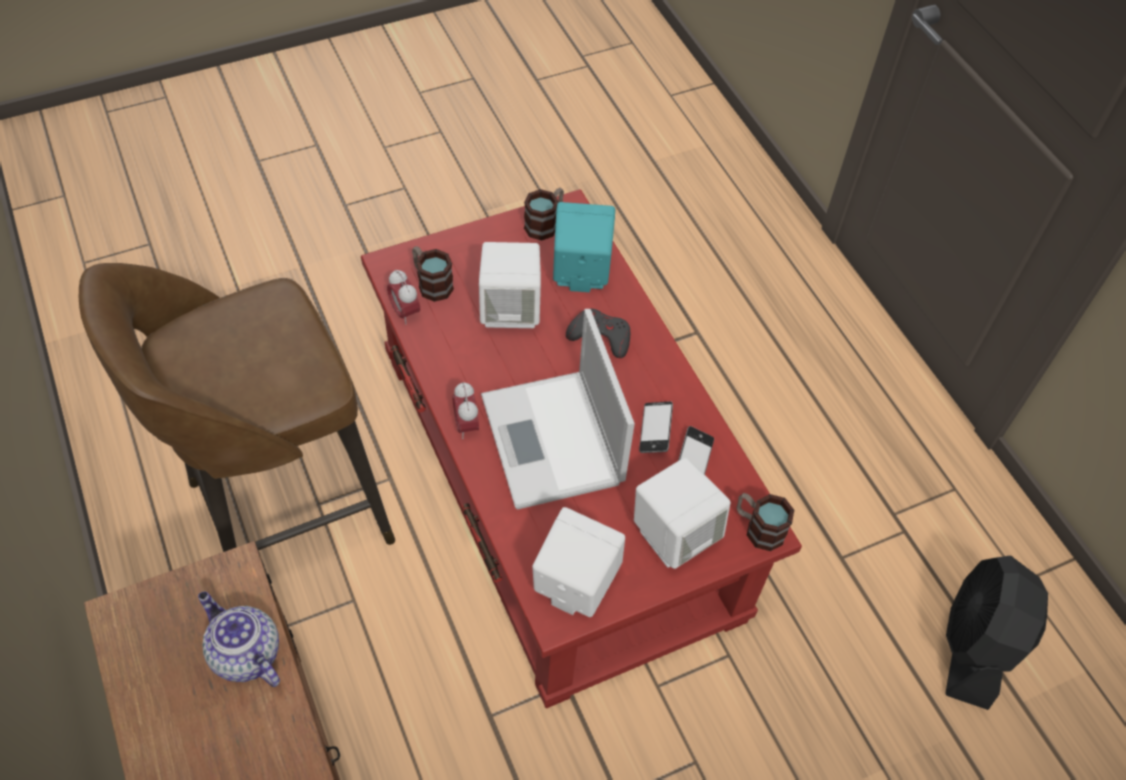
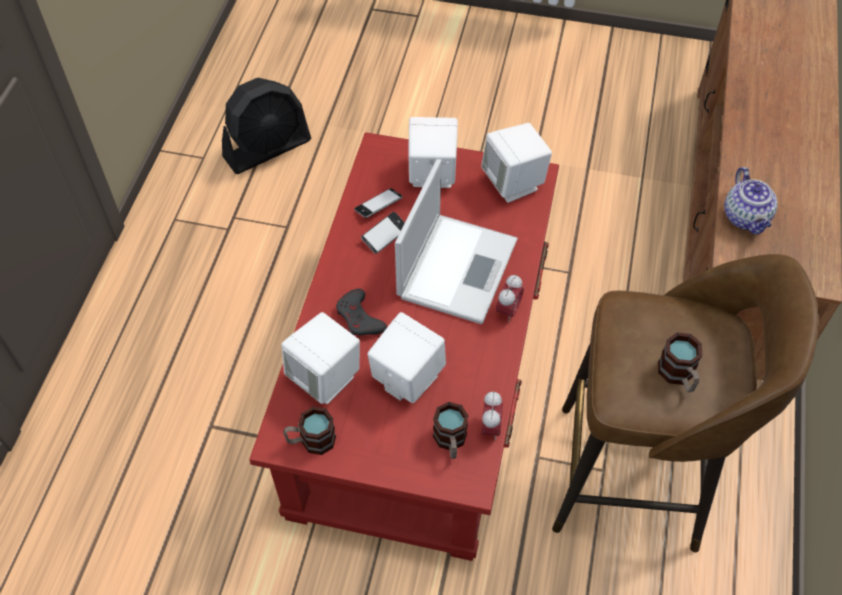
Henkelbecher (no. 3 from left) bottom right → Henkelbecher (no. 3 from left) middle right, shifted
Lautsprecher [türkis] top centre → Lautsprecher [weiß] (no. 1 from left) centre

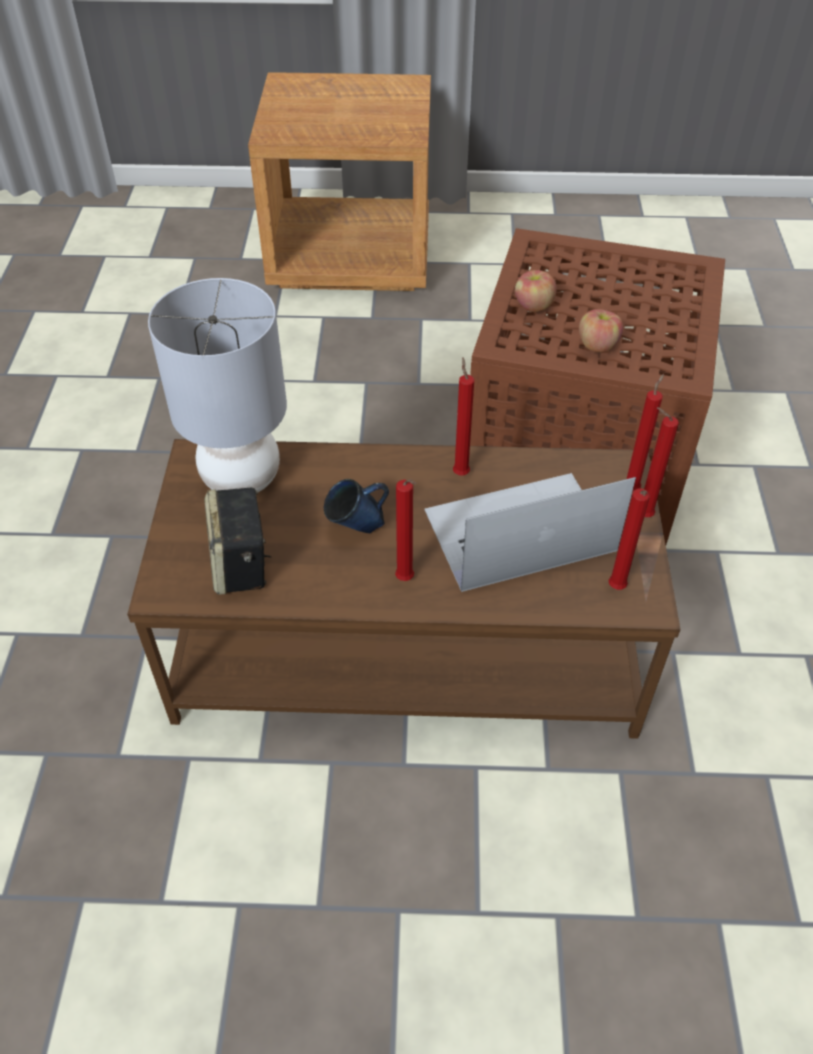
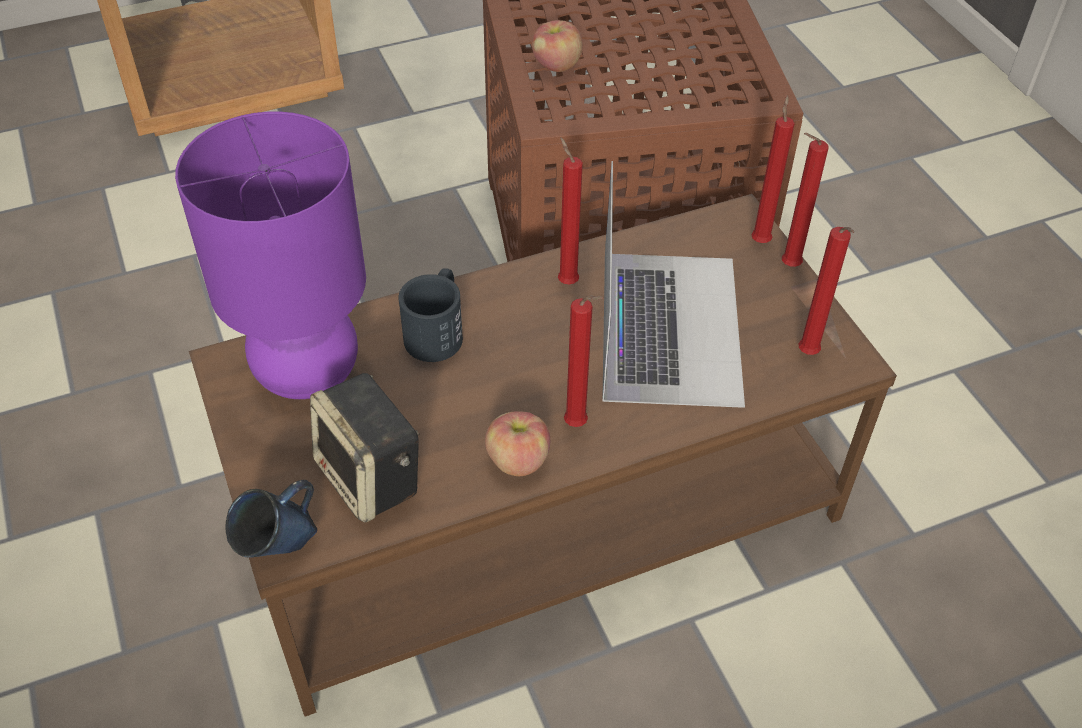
- → Henkelbecher [schwarz] centre
Henkelbecher [blau] centre → Henkelbecher [blau] bottom left, shifted
Apfel (no. 2 from left in the first image) top right → Apfel (no. 1 from left) centre, shifted
Tischlampe [grau] middle left → Tischlampe [lila] middle left
Laptop centre, 135 degrees clockwise

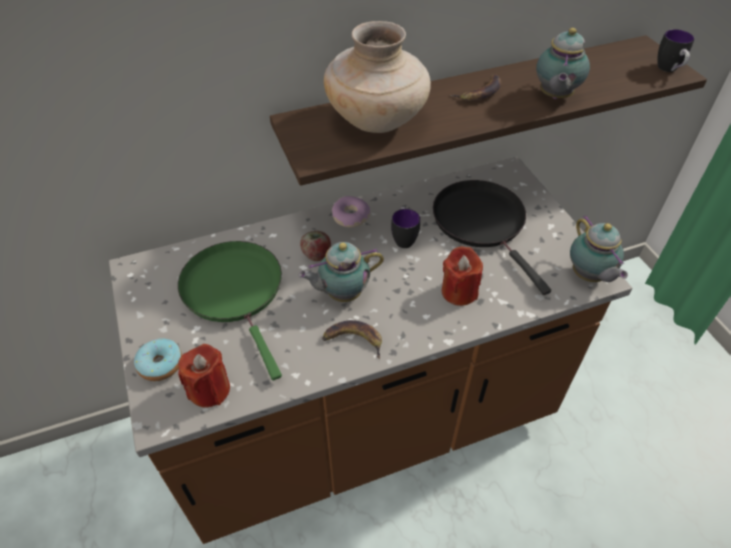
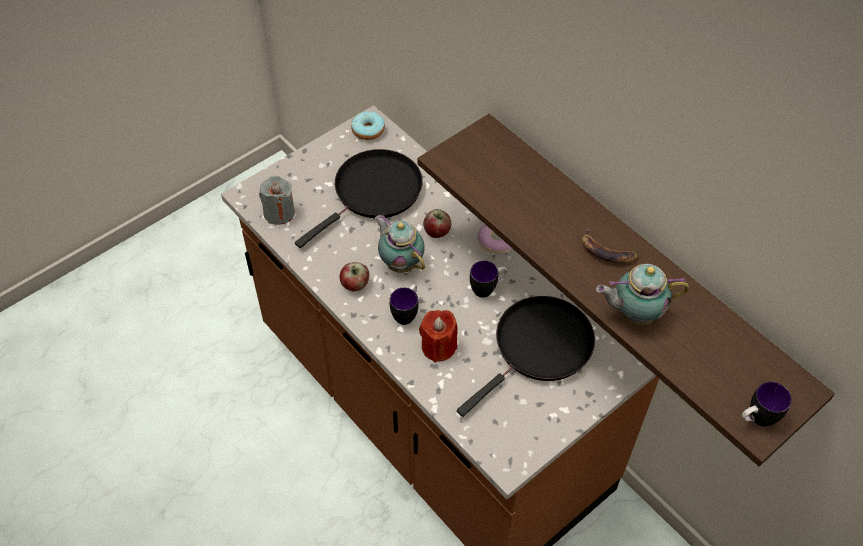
Vase [beige] top centre → -
Teekanne (no. 3 from left) middle right → -
- → Henkelbecher (no. 1 from left) centre
Donut (no. 1 from left) middle left → Donut (no. 1 from left) top centre, shifted
Banane (no. 1 from left) centre → Apfel (no. 1 from left) centre
Pfanne [grün] middle left → Pfanne [schwarz] (no. 1 from left) centre
Kerze [rot] (no. 1 from left) bottom left → Kerze [grau] middle left

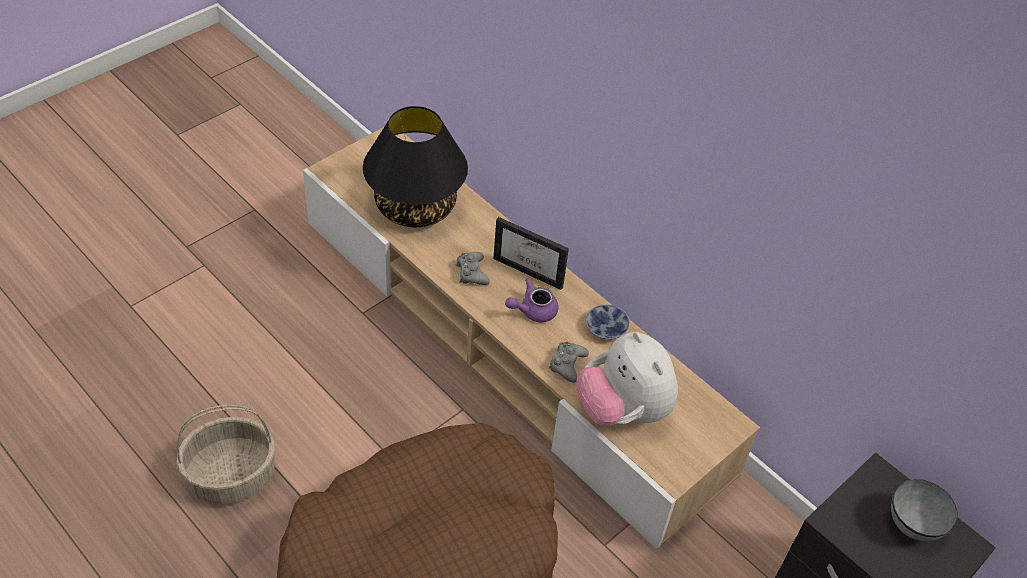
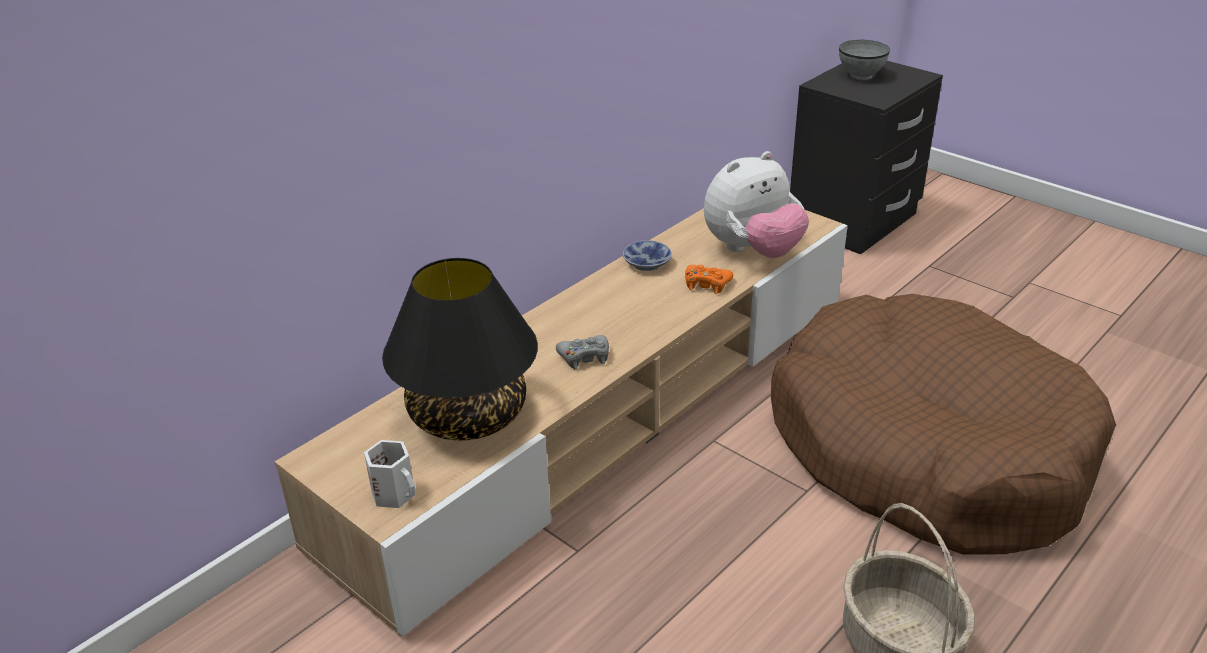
Bilderrahmen centre → -
Teekanne [lila] centre → -
- → Henkelbecher [weiß] bottom left
Gamepad [grau] (no. 2 from left) centre → Gamepad [orange] centre

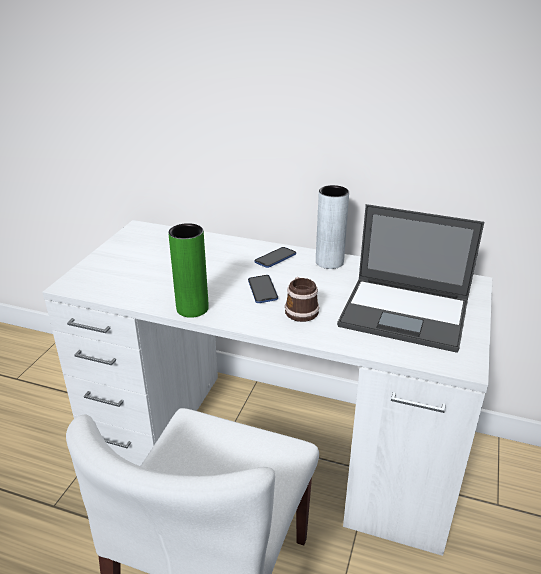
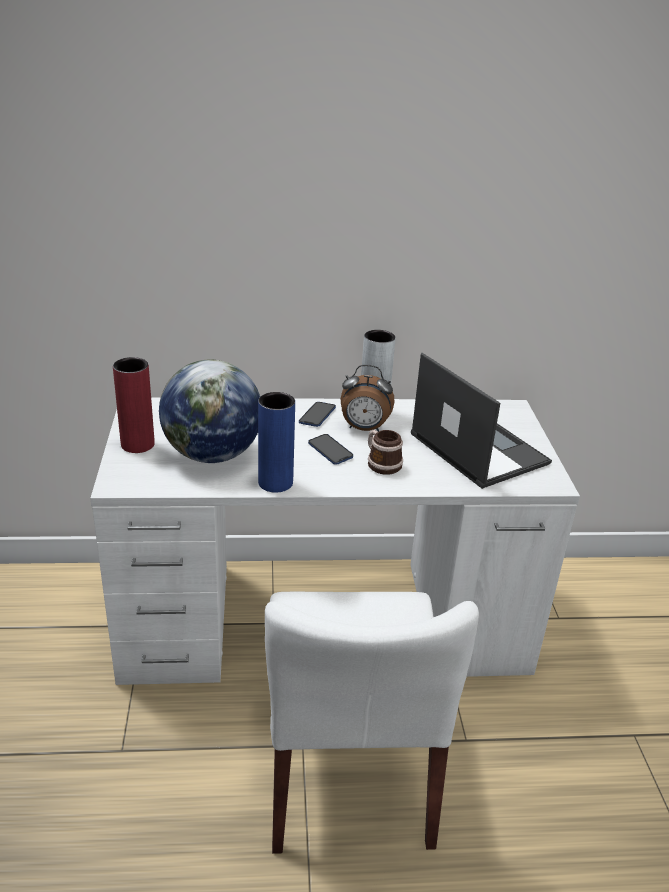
- → Vase [rot] middle left
- → Globus middle left
- → Wecker centre
Vase [grün] centre → Vase [blau] centre
Laptop middle right, 120 degrees counterclockwise

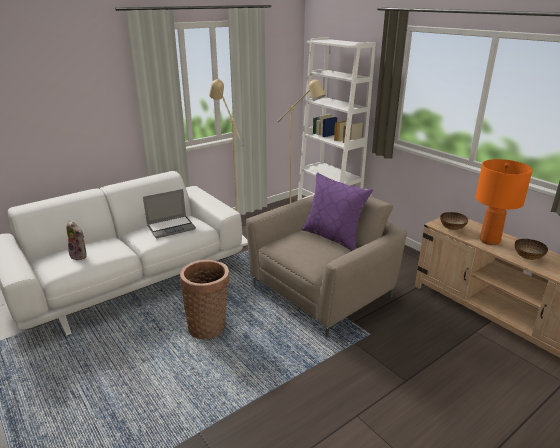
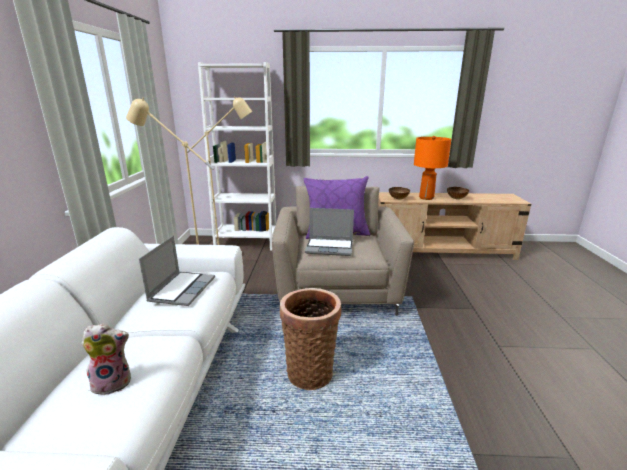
- → Laptop (no. 2 from left) centre

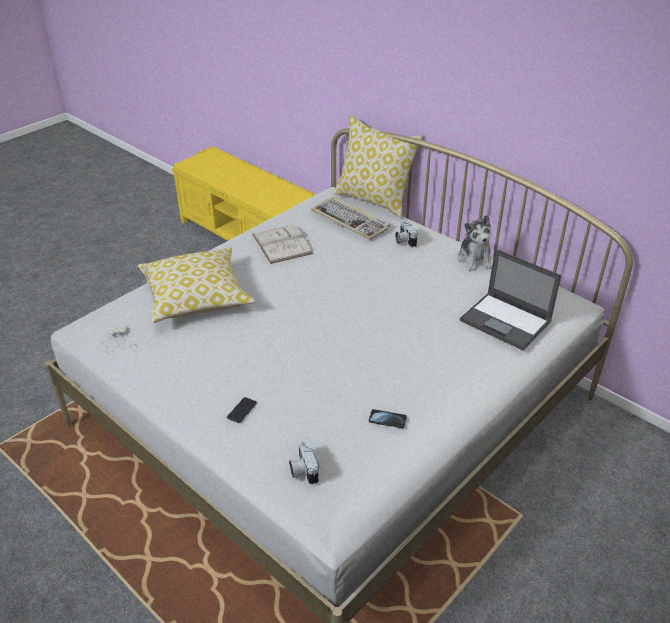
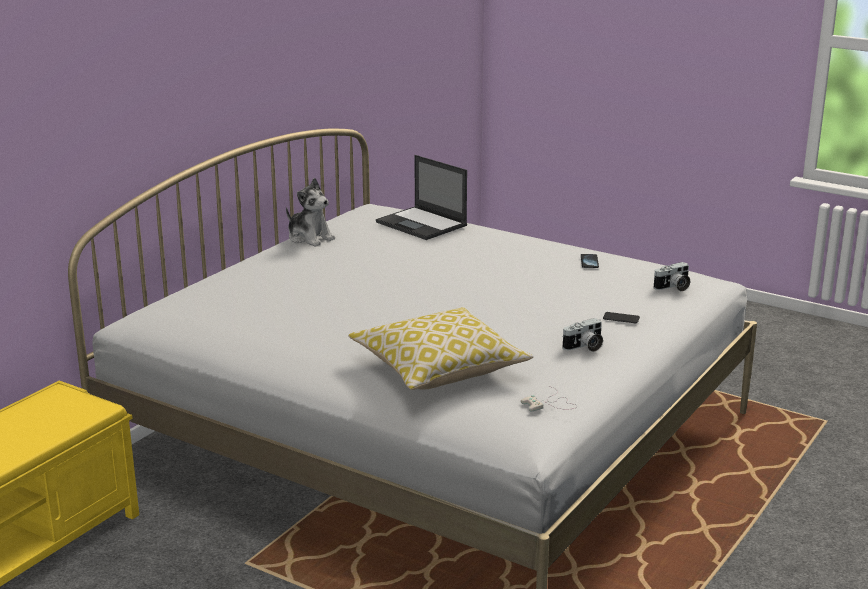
Buch [weiß] centre → -
Tastatur centre → -
Kissen (no. 2 from left) top centre → -
Kamera (no. 2 from left in the first image) centre → Kamera (no. 1 from left) middle right, shifted
Plüschtier middle right → Plüschtier centre, 60 degrees clockwise
Laptop middle right → Laptop centre, 105 degrees clockwise

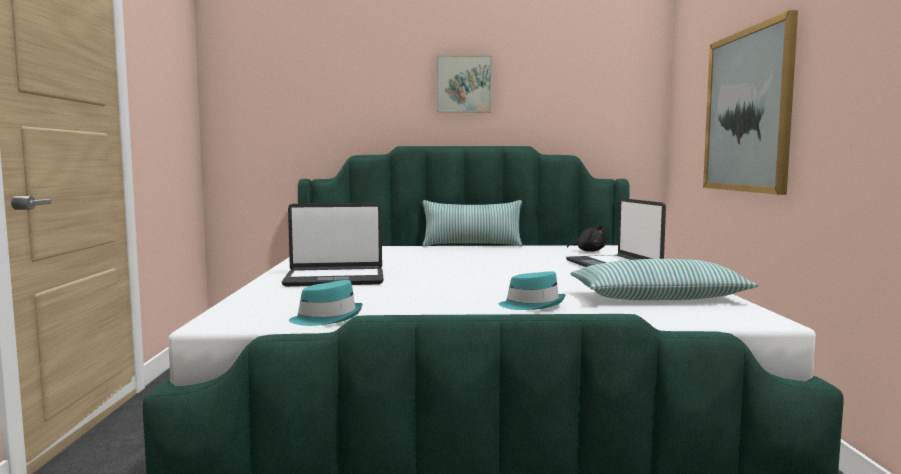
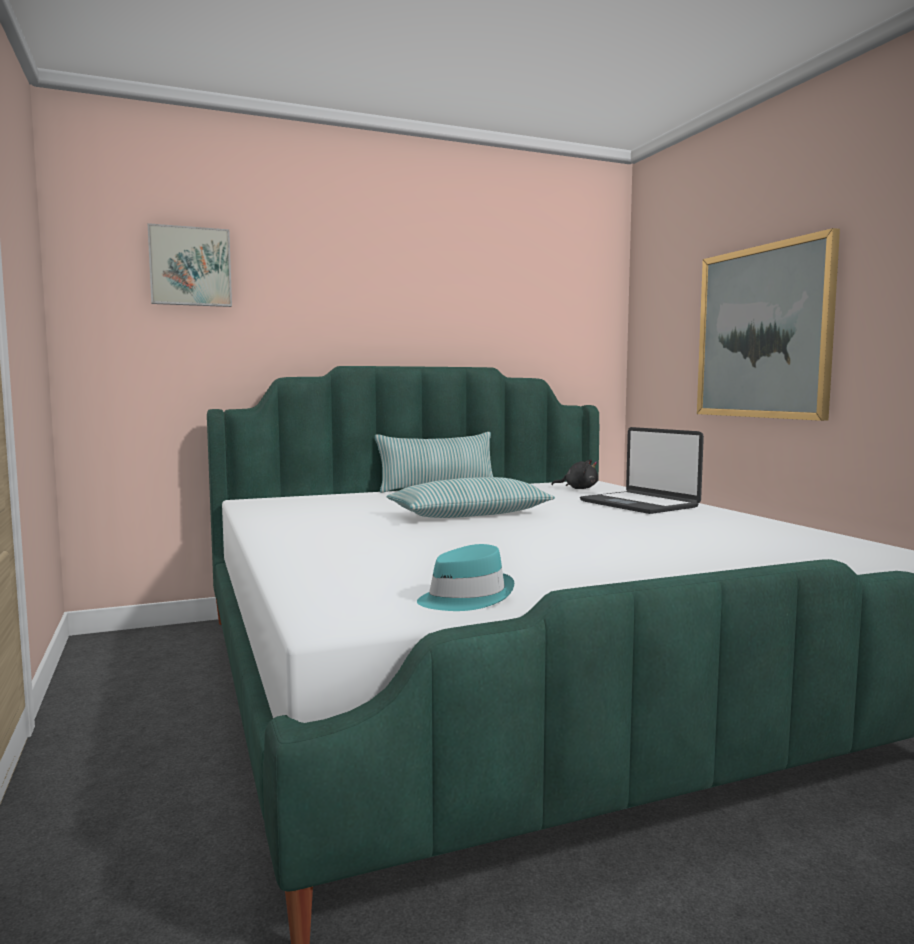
Laptop (no. 1 from left) centre → -
Hut [türkis] (no. 2 from left) centre → -
Bild (no. 1 from left) top centre → Bild (no. 1 from left) top left, shifted
Kissen (no. 2 from left) middle right → Kissen (no. 2 from left) centre, shifted

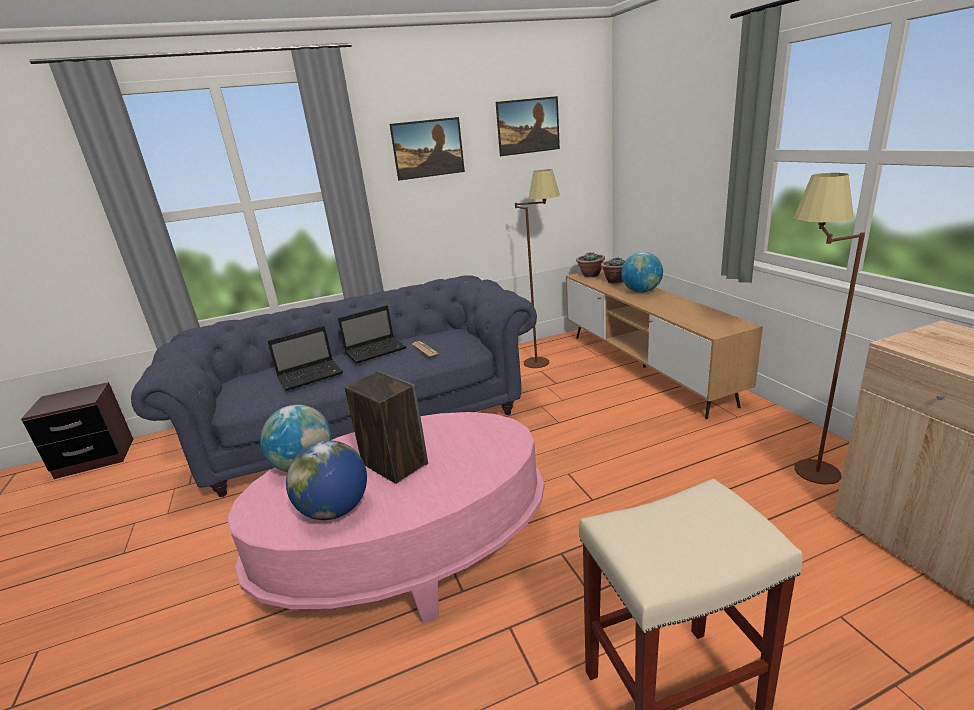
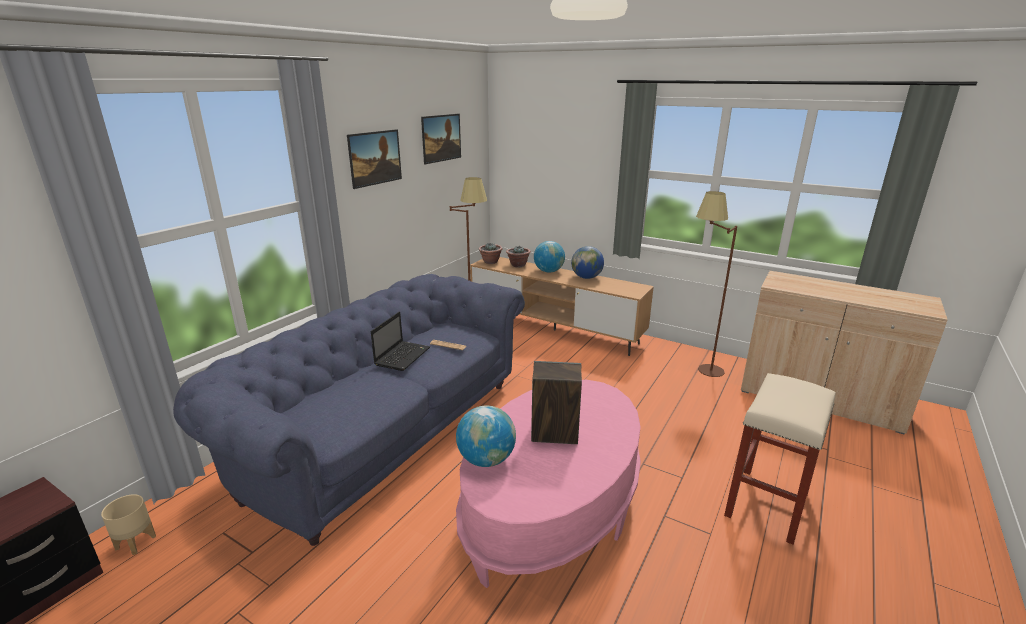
Laptop (no. 1 from left) middle left → -
- → Pflanzkübel [beige] bottom left
Globus (no. 2 from left in the first image) bottom centre → Globus (no. 3 from left) centre, shifted

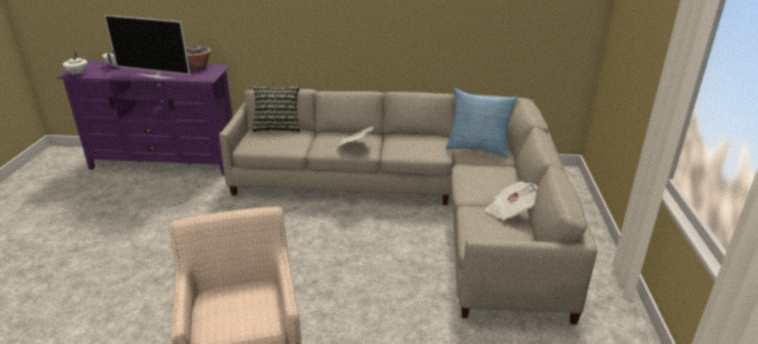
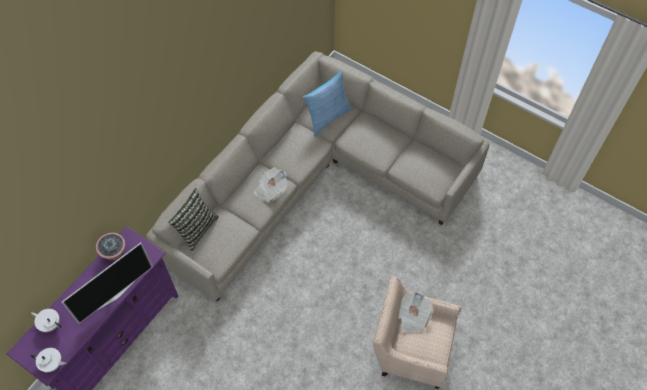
Zeitung (no. 2 from left) middle right → Zeitung (no. 2 from left) bottom centre, shifted

